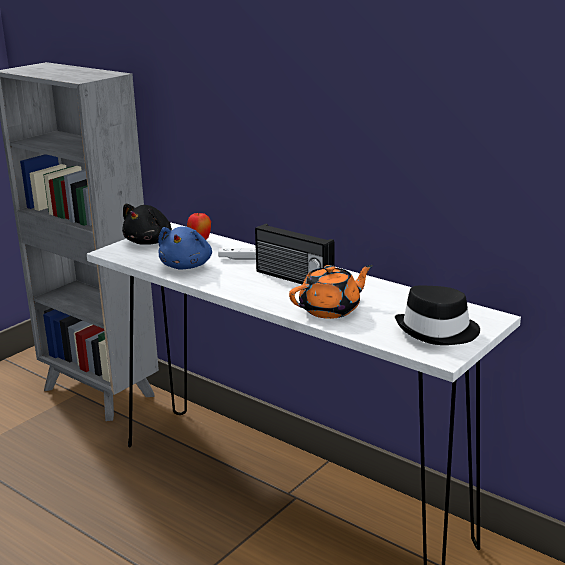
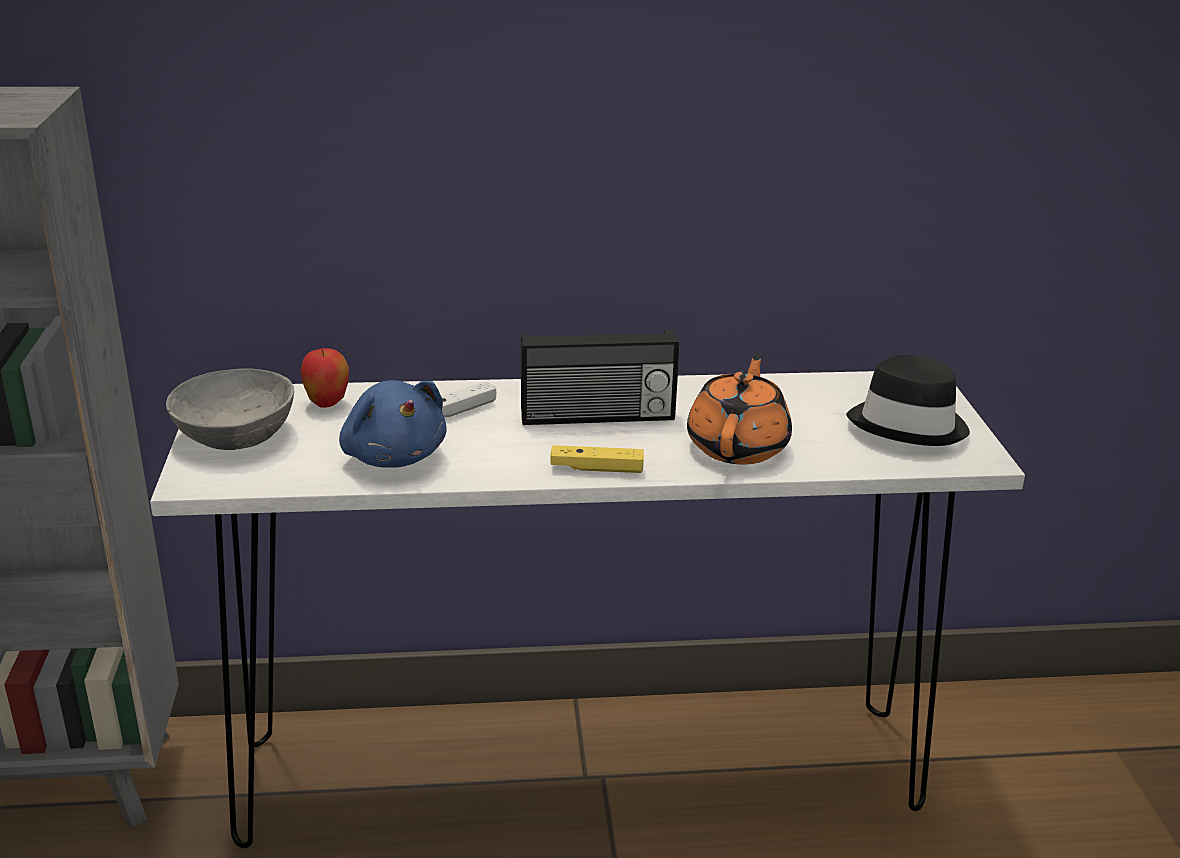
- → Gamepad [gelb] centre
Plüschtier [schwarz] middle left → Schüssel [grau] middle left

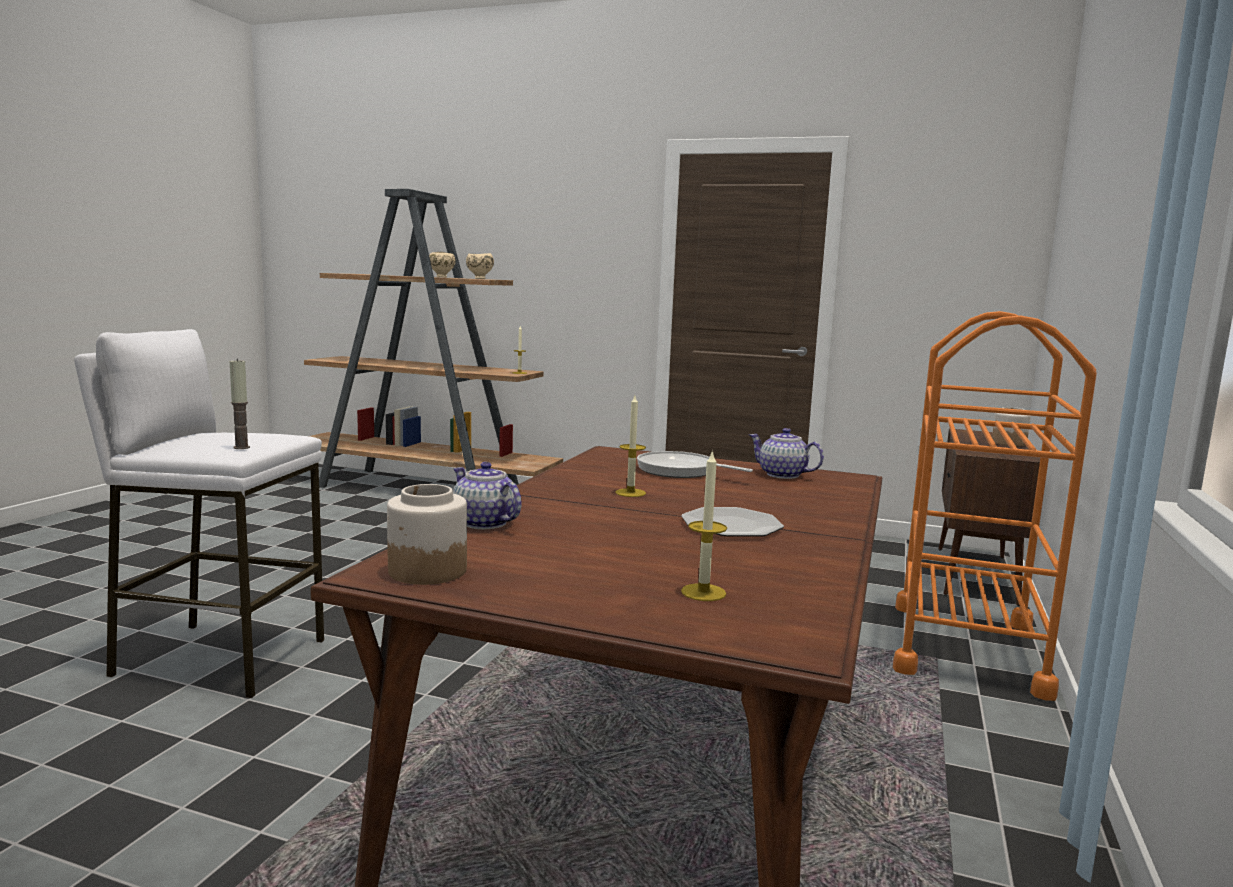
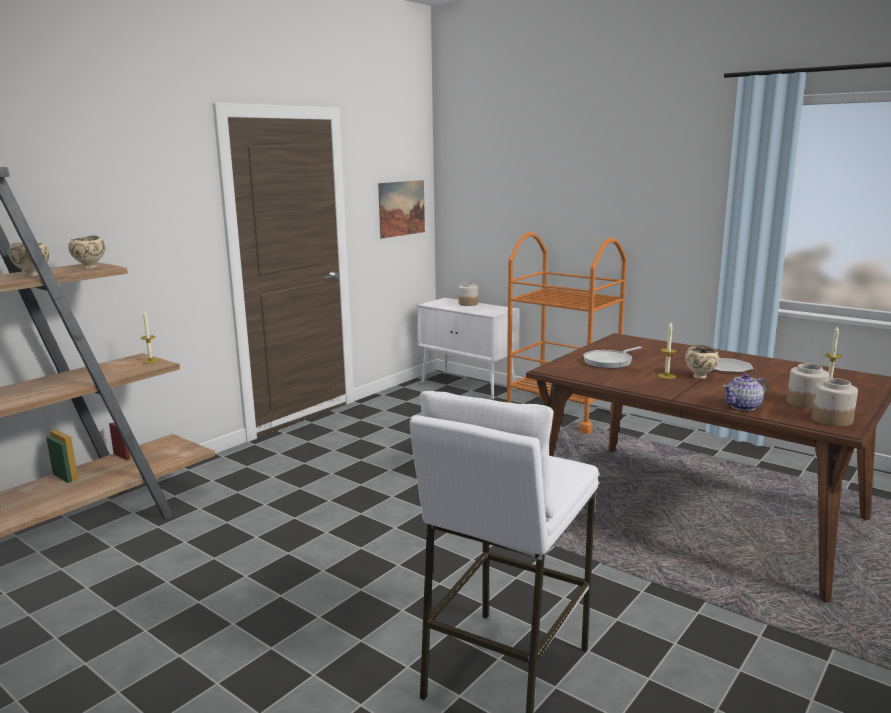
Kerze (no. 1 from left) middle left → -
Teekanne (no. 2 from left) centre → -
- → Bild top centre
- → Schüssel [beige] (no. 3 from left) middle right
- → Vorratsglas (no. 2 from left) middle right
Schrank [braun] middle right → Schrank [weiß] centre

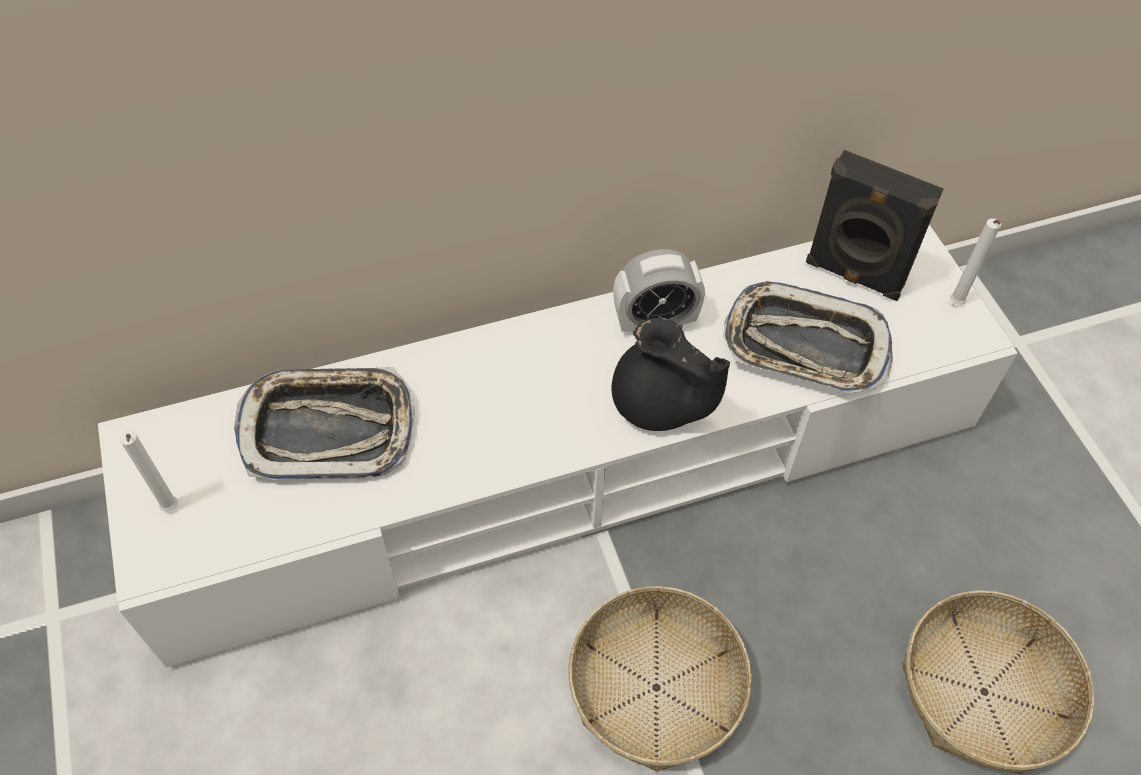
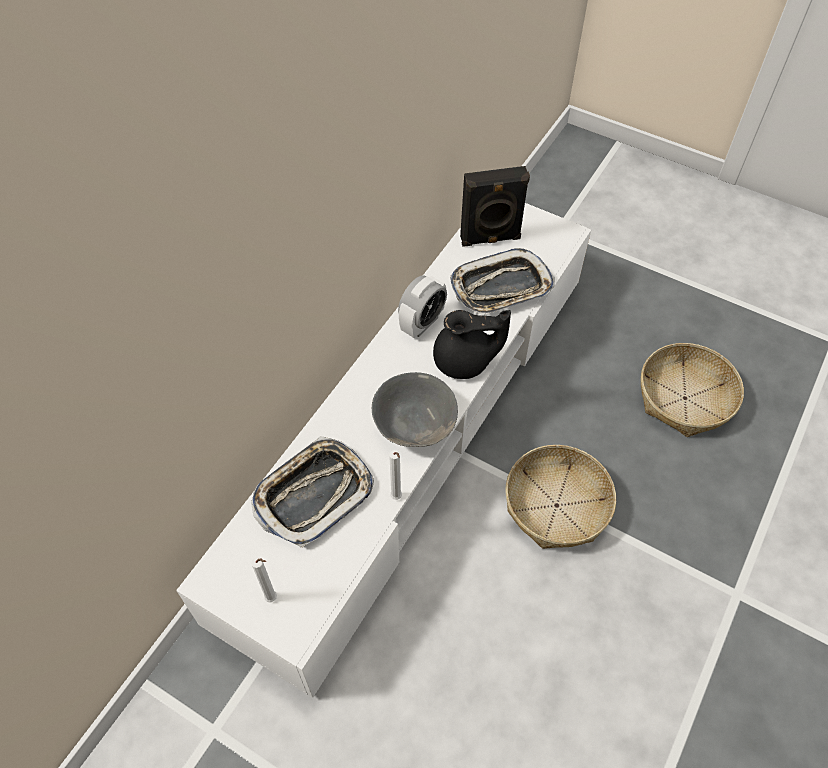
- → Schüssel [grau] centre
Kerze [weiß] (no. 2 from left) middle right → Kerze [weiß] (no. 2 from left) centre, shifted

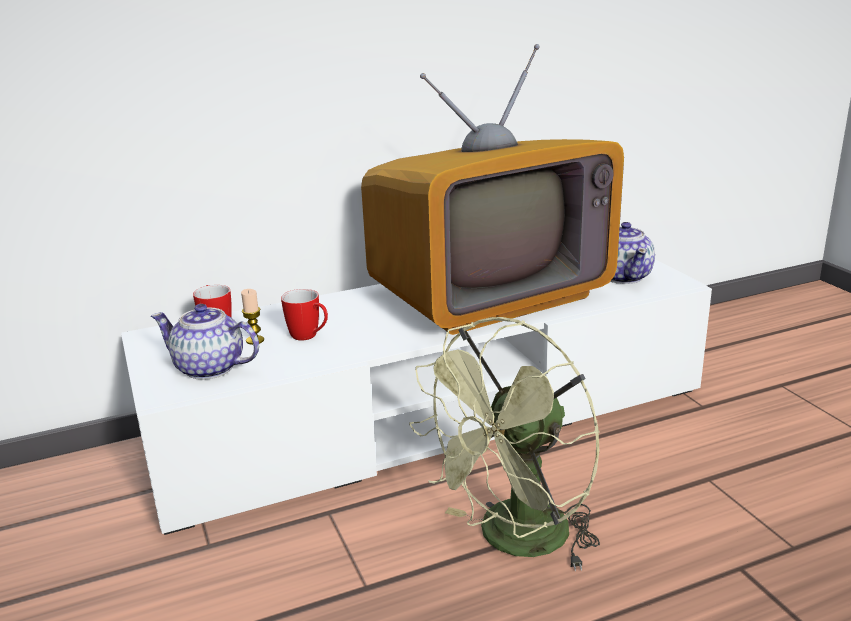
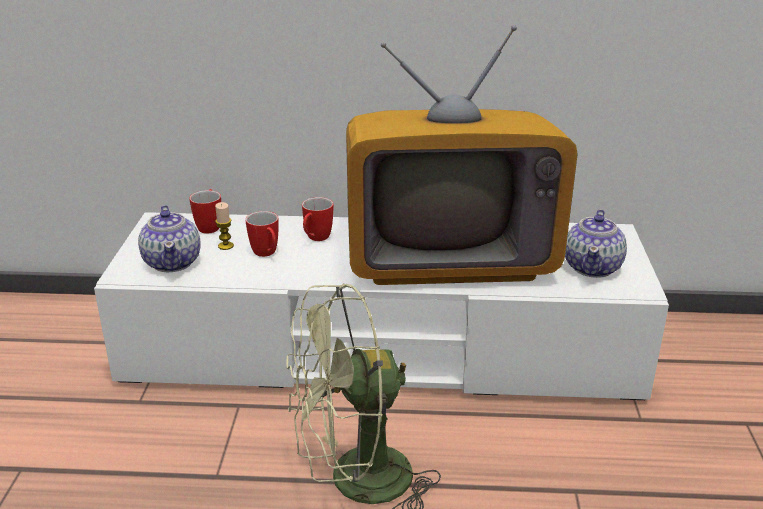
- → Henkelbecher (no. 3 from left) centre
Teekanne (no. 1 from left) middle left, 150 degrees counterclockwise

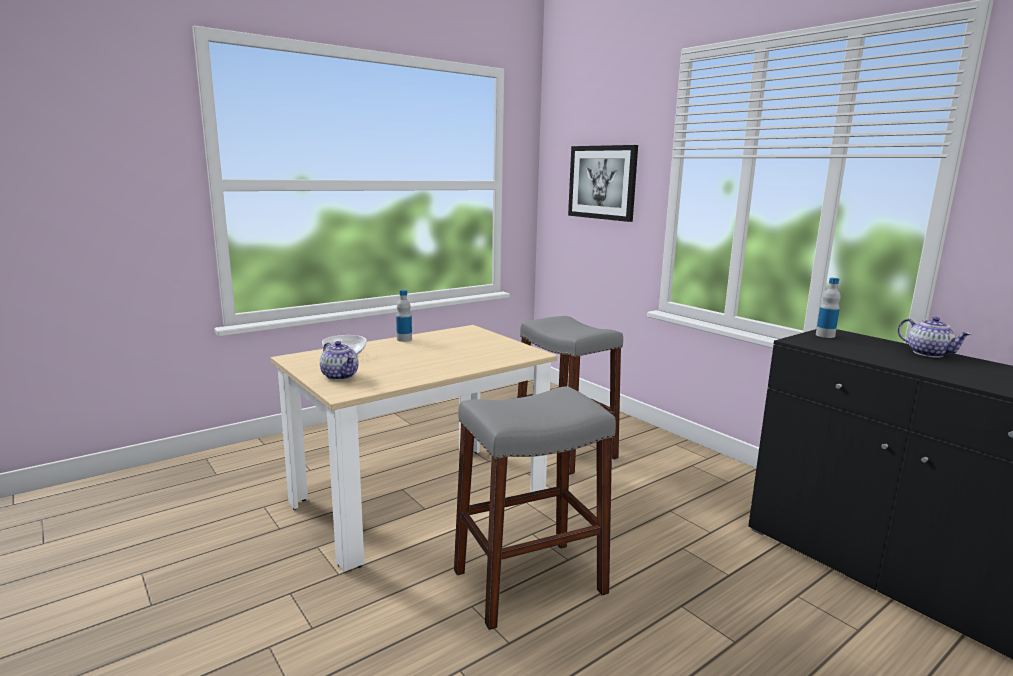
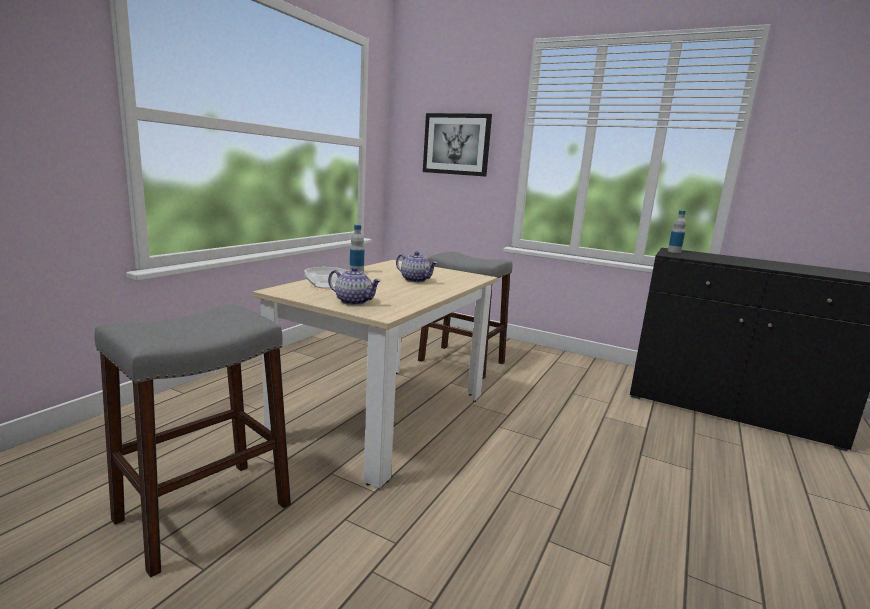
Hocker [grau] (no. 1 from left) bottom centre → Hocker [grau] (no. 1 from left) bottom left, shifted
Teekanne (no. 2 from left) middle right → Teekanne (no. 2 from left) centre, shifted

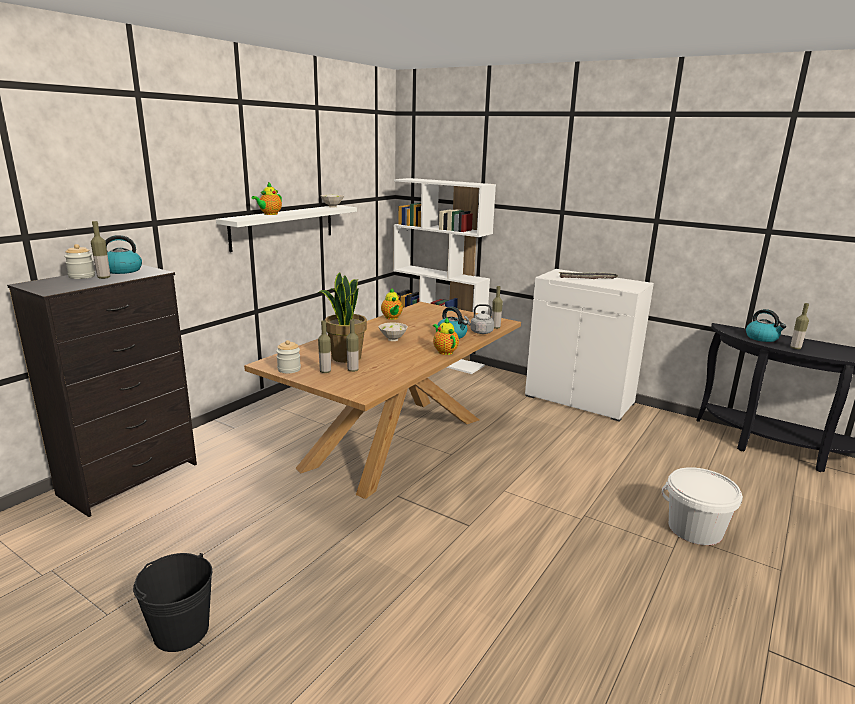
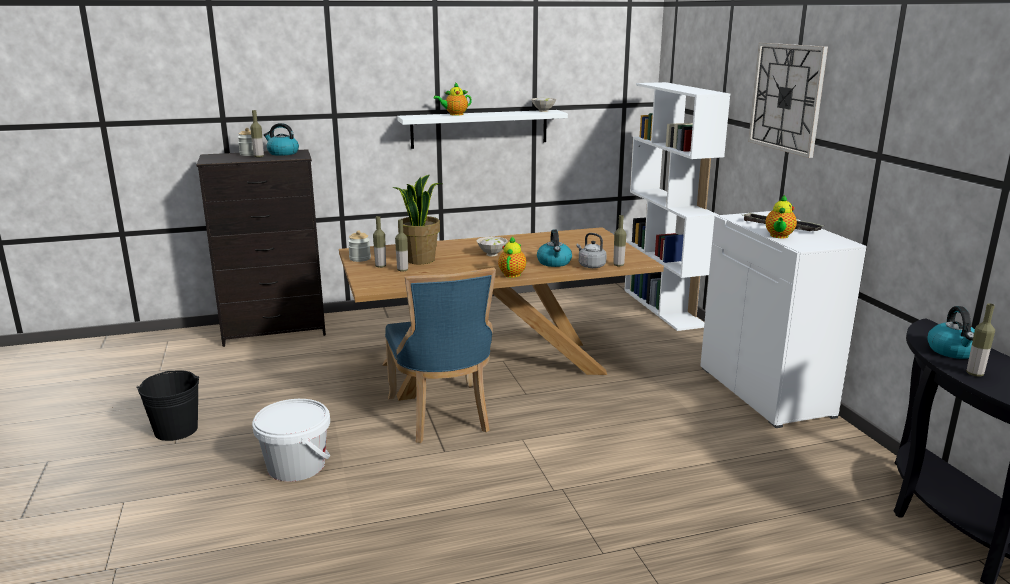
- → Stuhl [blau] centre
- → Wanduhr top right
Teekanne (no. 2 from left in the first image) centre → Teekanne (no. 3 from left) middle right, shifted
Eimer [weiß] bottom right → Eimer [weiß] bottom left, shifted

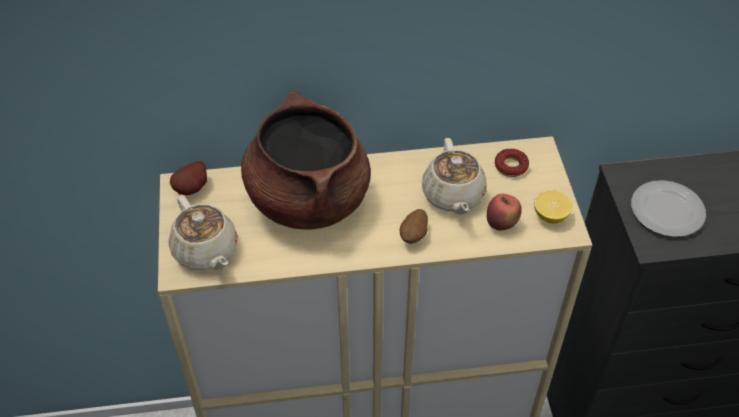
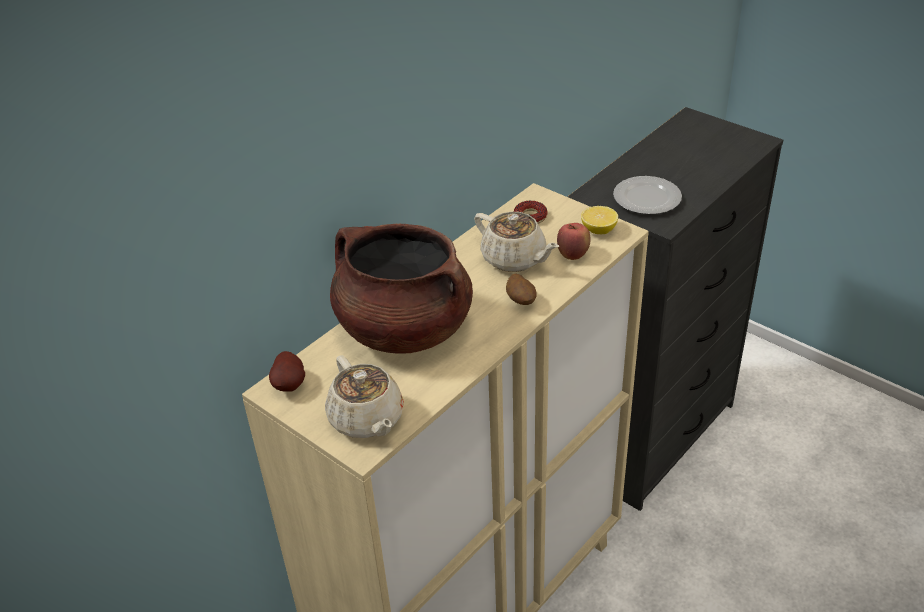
Teekanne [beige] (no. 1 from left) middle left → Teekanne [beige] (no. 1 from left) centre, 45 degrees clockwise

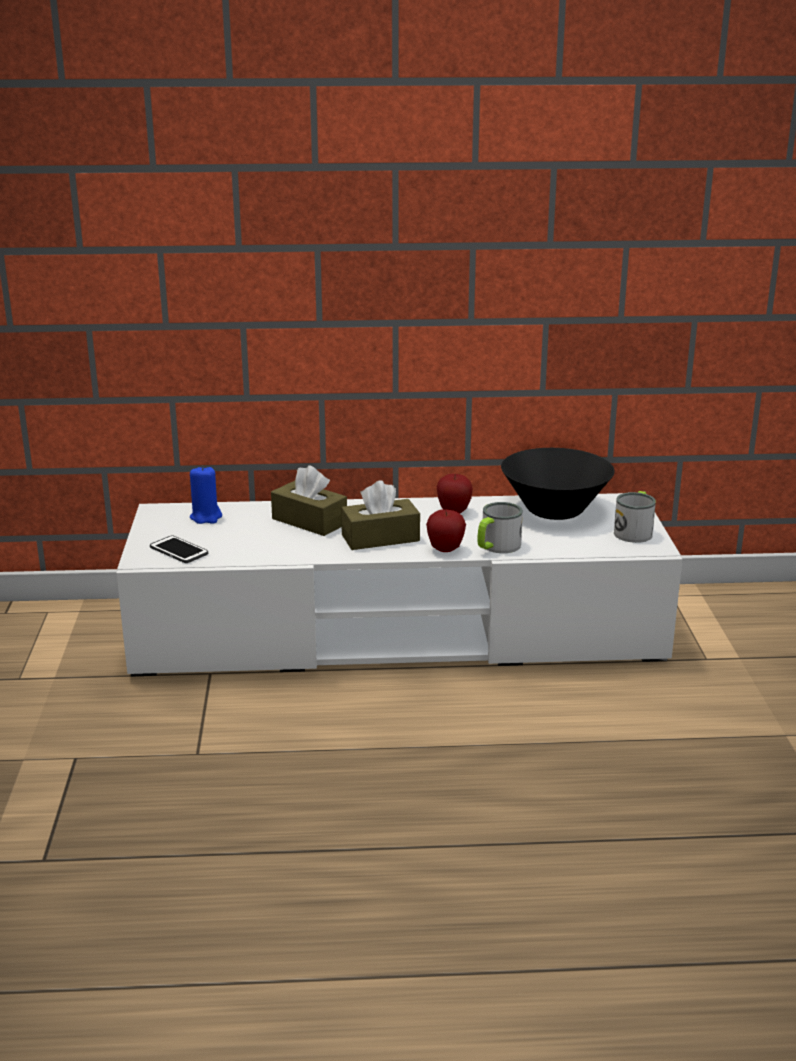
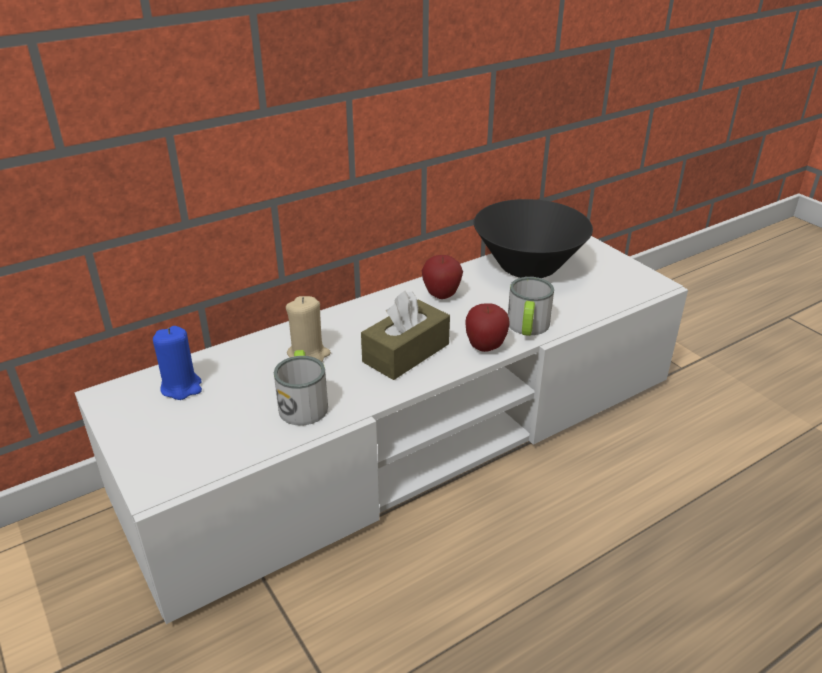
Handy middle left → -
Henkelbecher (no. 2 from left in the first image) middle right → Henkelbecher (no. 1 from left) centre, shifted
Taschentuchbox [braun] (no. 1 from left) centre → Kerze [beige] centre

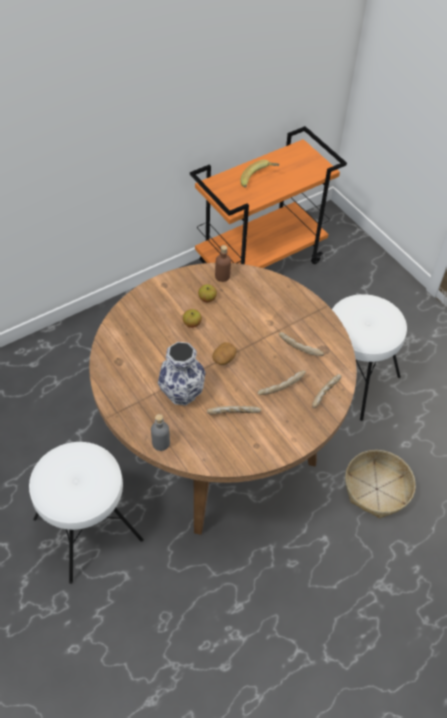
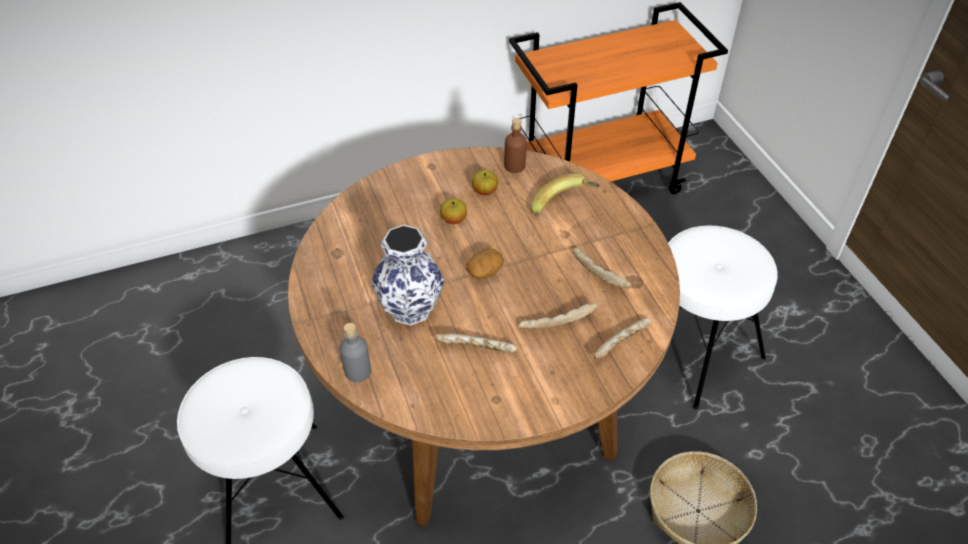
Banane top centre → Banane centre, shifted

